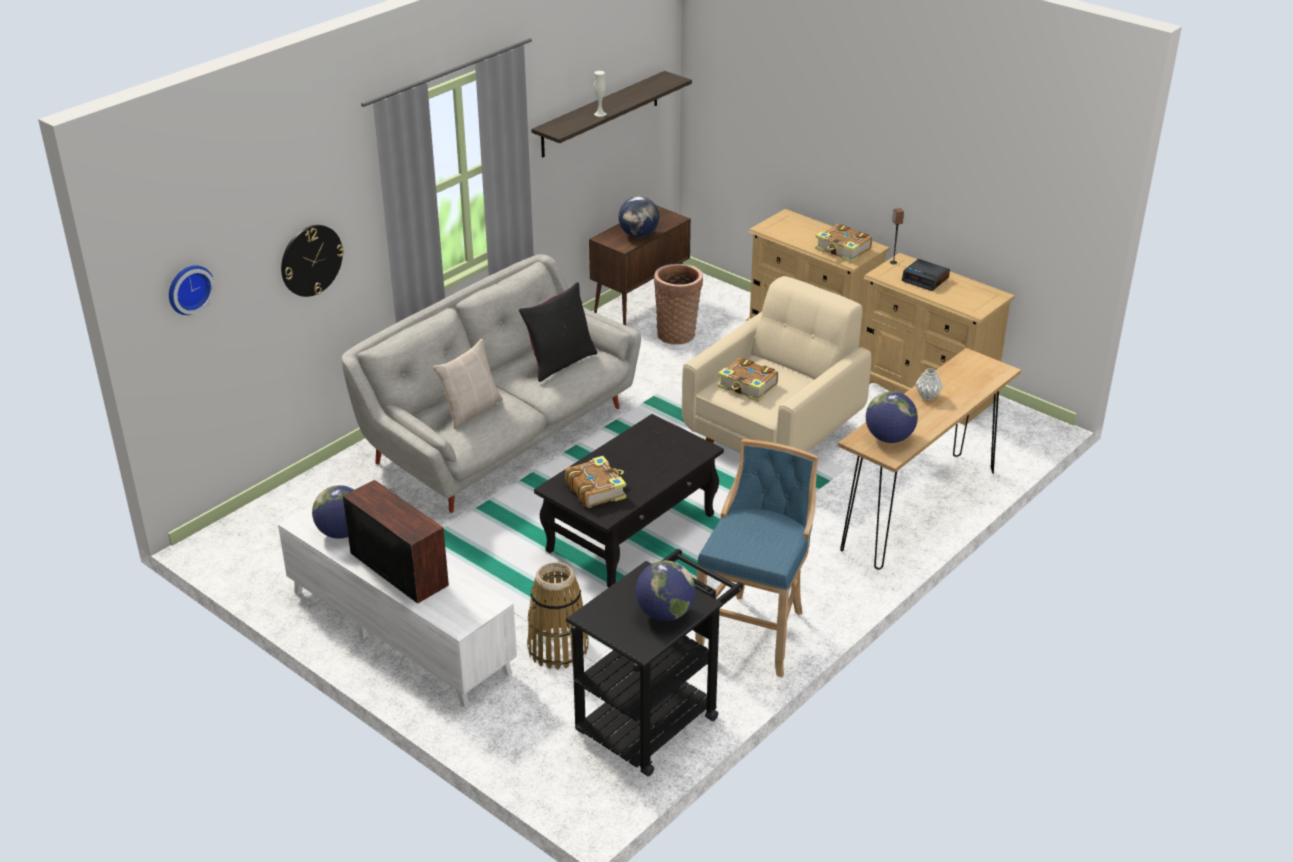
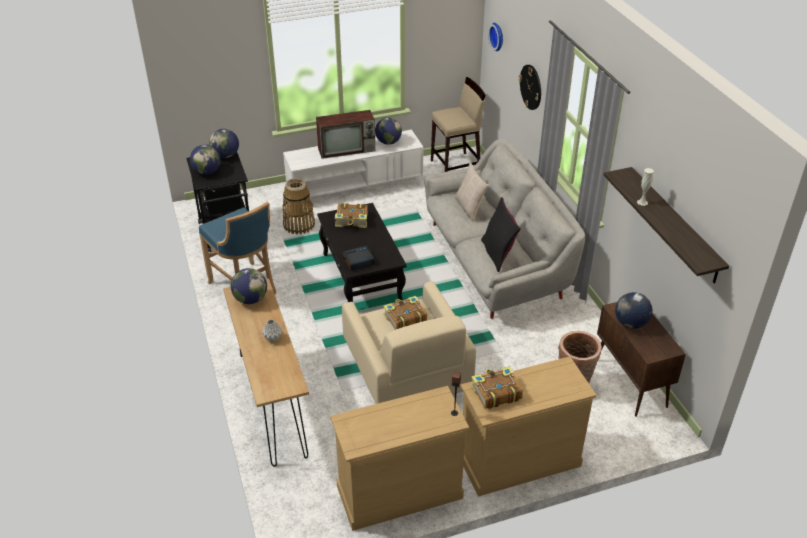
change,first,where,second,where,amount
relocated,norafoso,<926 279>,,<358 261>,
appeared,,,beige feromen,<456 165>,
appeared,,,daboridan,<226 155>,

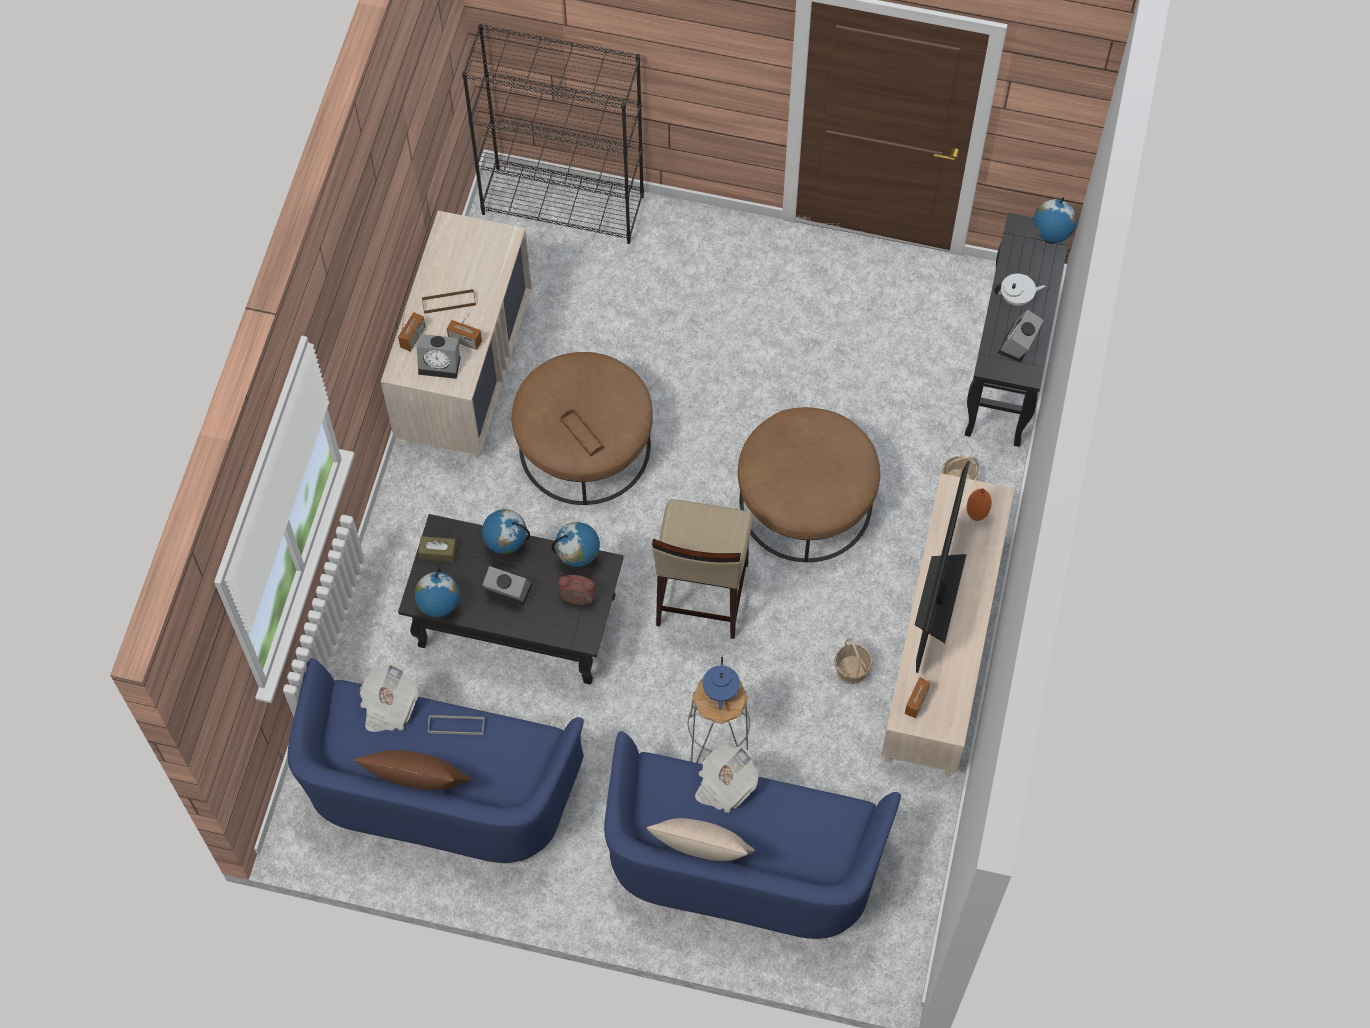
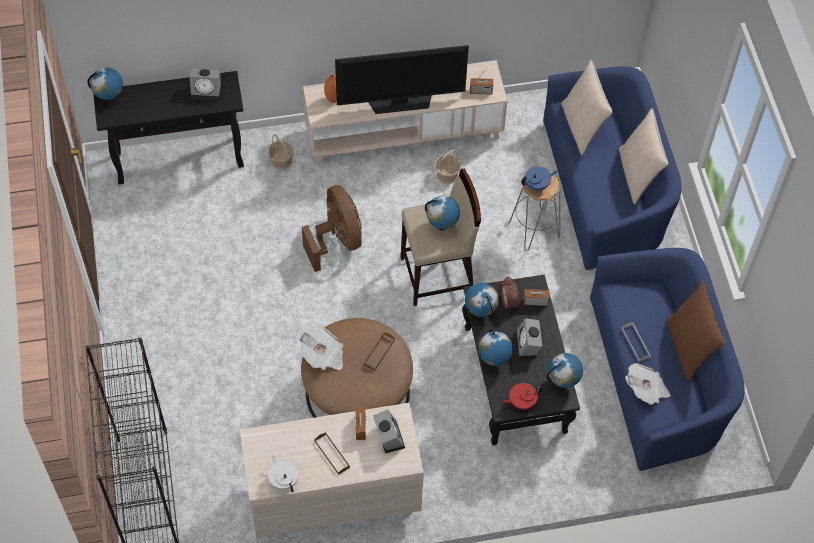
change,first,where,second,where,amount
relocated,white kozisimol,<1016 298>,,<284 480>,
relocated,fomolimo,<413 337>,,<535 302>,
exchanged,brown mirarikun,<806 502>,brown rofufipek,<337 240>,
exchanged,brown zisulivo,<438 552>,red kozisimol,<521 402>,
relocated,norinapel,<724 784>,,<323 355>,
appeared,,,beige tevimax,<582 127>,
appeared,,,daboridan,<442 226>,

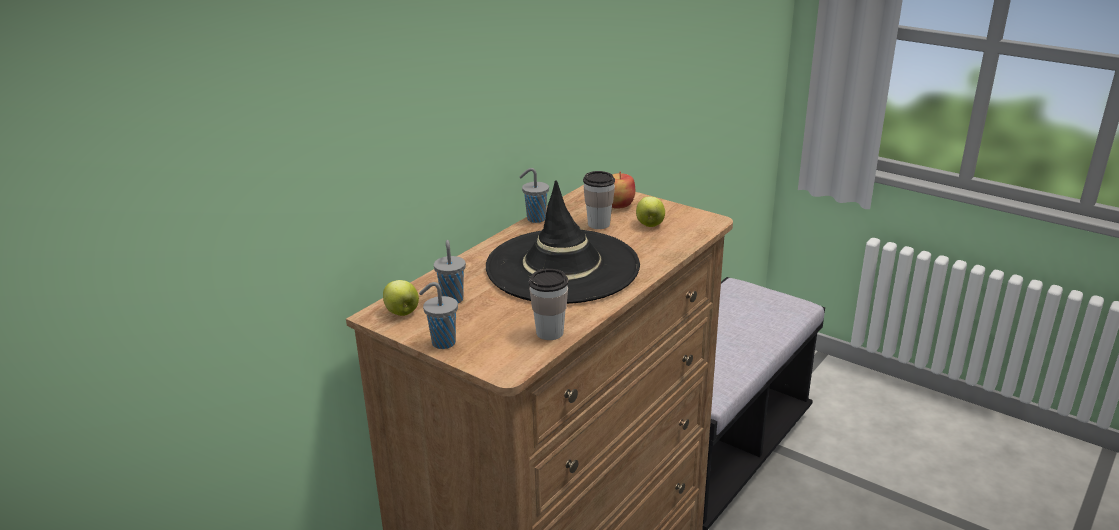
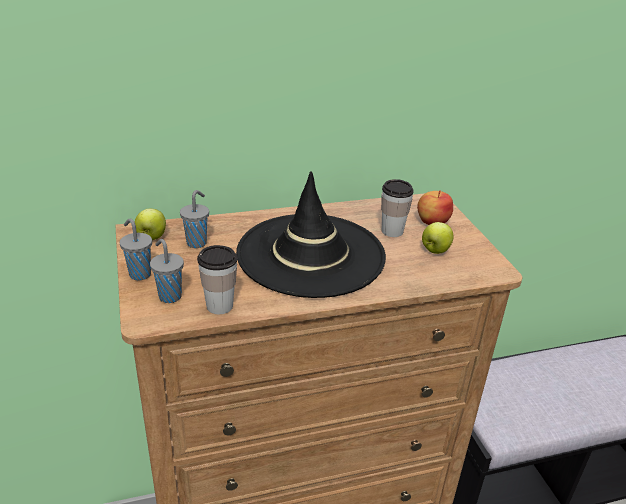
change,first,where,second,where,amount
relocated,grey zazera,<535 219>,,<169 296>,

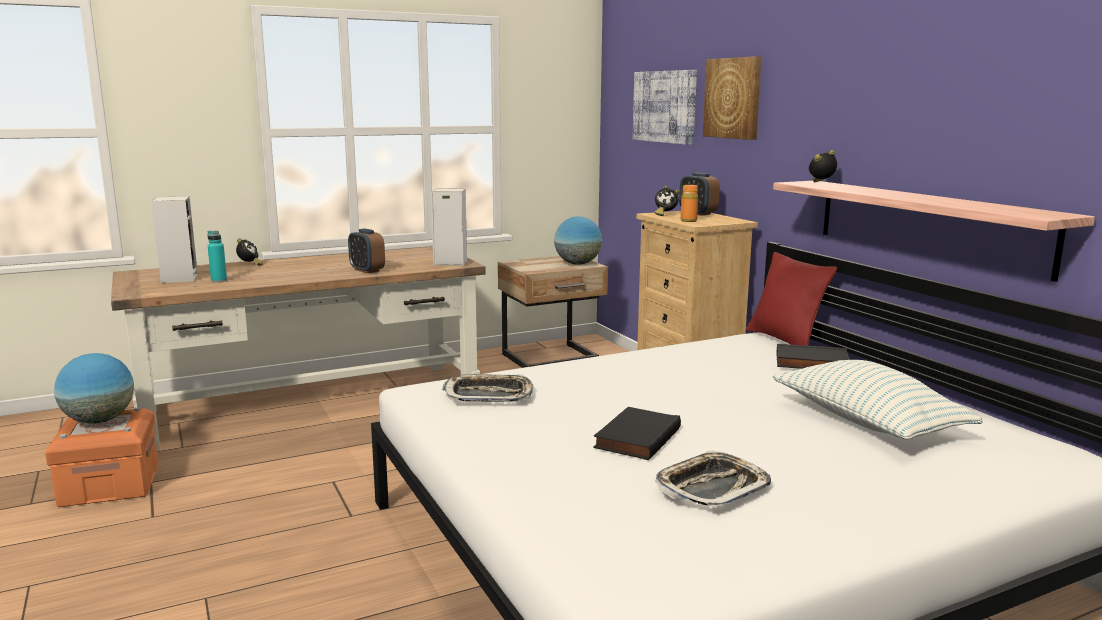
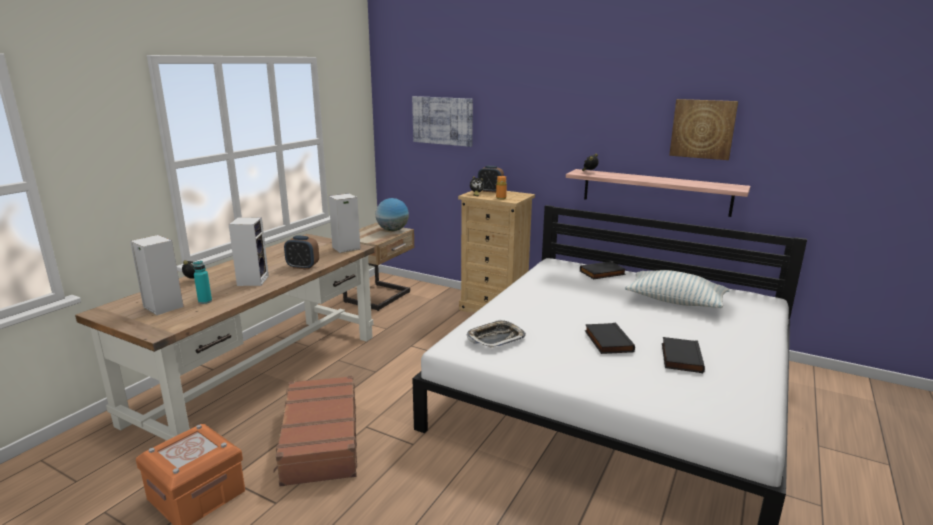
change,first,where,second,where,amount
relocated,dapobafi,<733 98>,,<702 129>,
missing,red tevimax,<784 340>,,,
missing,daboridan,<99 421>,,,
exchanged,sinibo,<712 487>,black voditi,<680 357>,
appeared,,,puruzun,<252 280>,
appeared,,,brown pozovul,<320 440>,

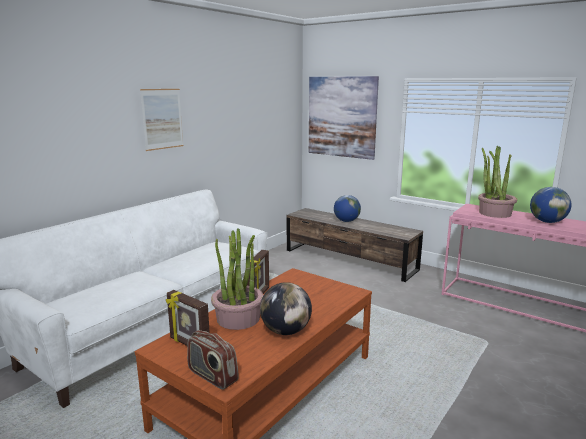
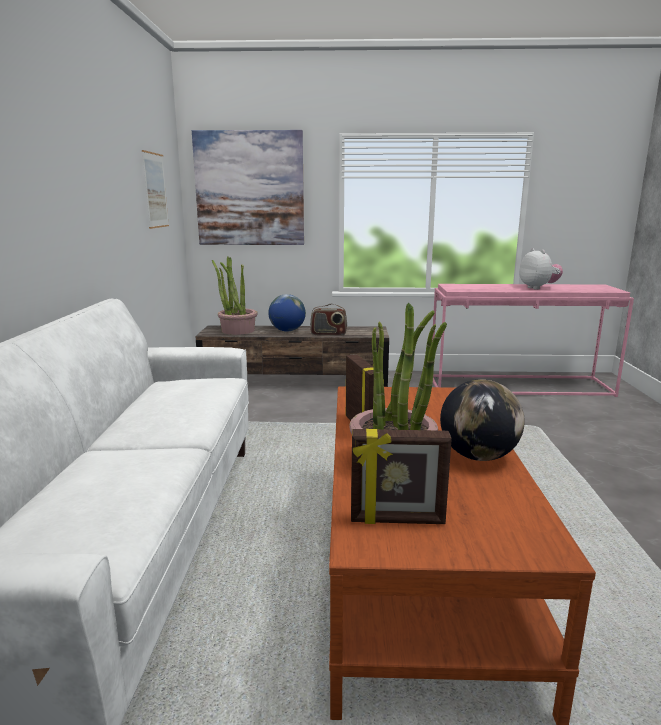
change,first,where,second,where,amount
relocated,dapobafi,<162 119>,,<155 190>,
relocated,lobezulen,<494 213>,,<237 330>,
exchanged,daboridan,<547 222>,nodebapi,<538 288>,
relocated,fomolimo,<212 376>,,<328 334>,

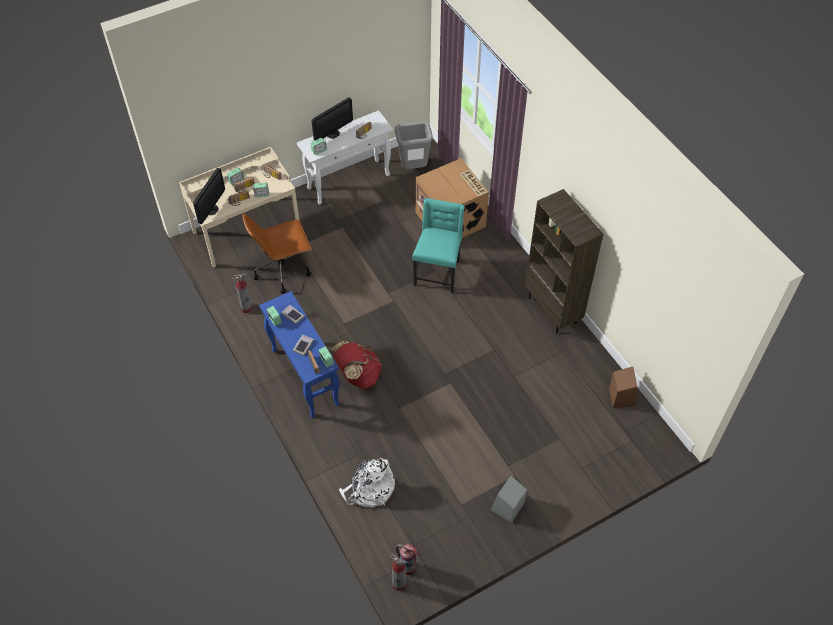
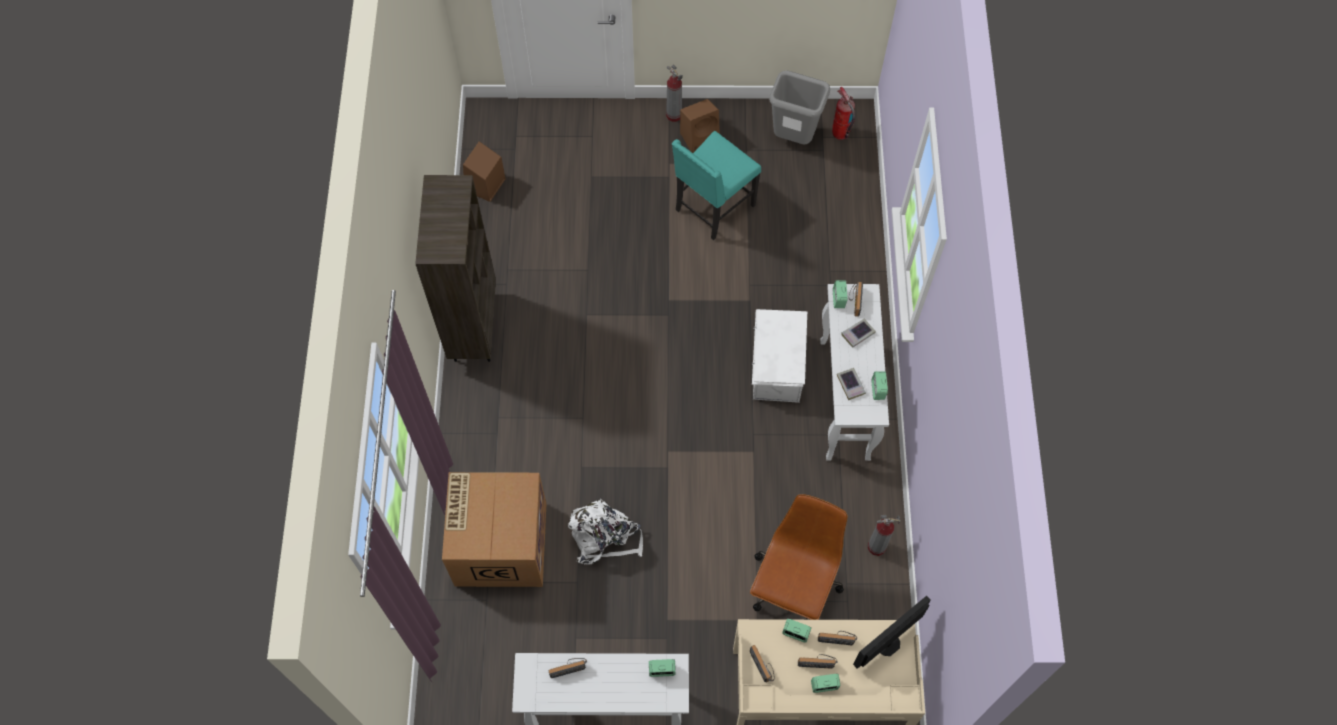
change,first,where,second,where,amount
missing,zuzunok,<333 134>,,,
relocated,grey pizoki,<413 168>,,<794 139>,
relocated,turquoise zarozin,<438 273>,,<713 208>,
spun,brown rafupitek,<283 269>,,<794 587>,75 degrees counterclockwise
colour,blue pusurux,<304 376>,white pusurux,<845 400>,
exchanged,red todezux,<358 375>,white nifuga,<776 367>,
relocated,white todezux,<369 489>,,<604 536>,
colour,grey puruzun,<507 507>,brown puruzun,<700 137>,
relocated,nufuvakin,<399 584>,,<674 115>,

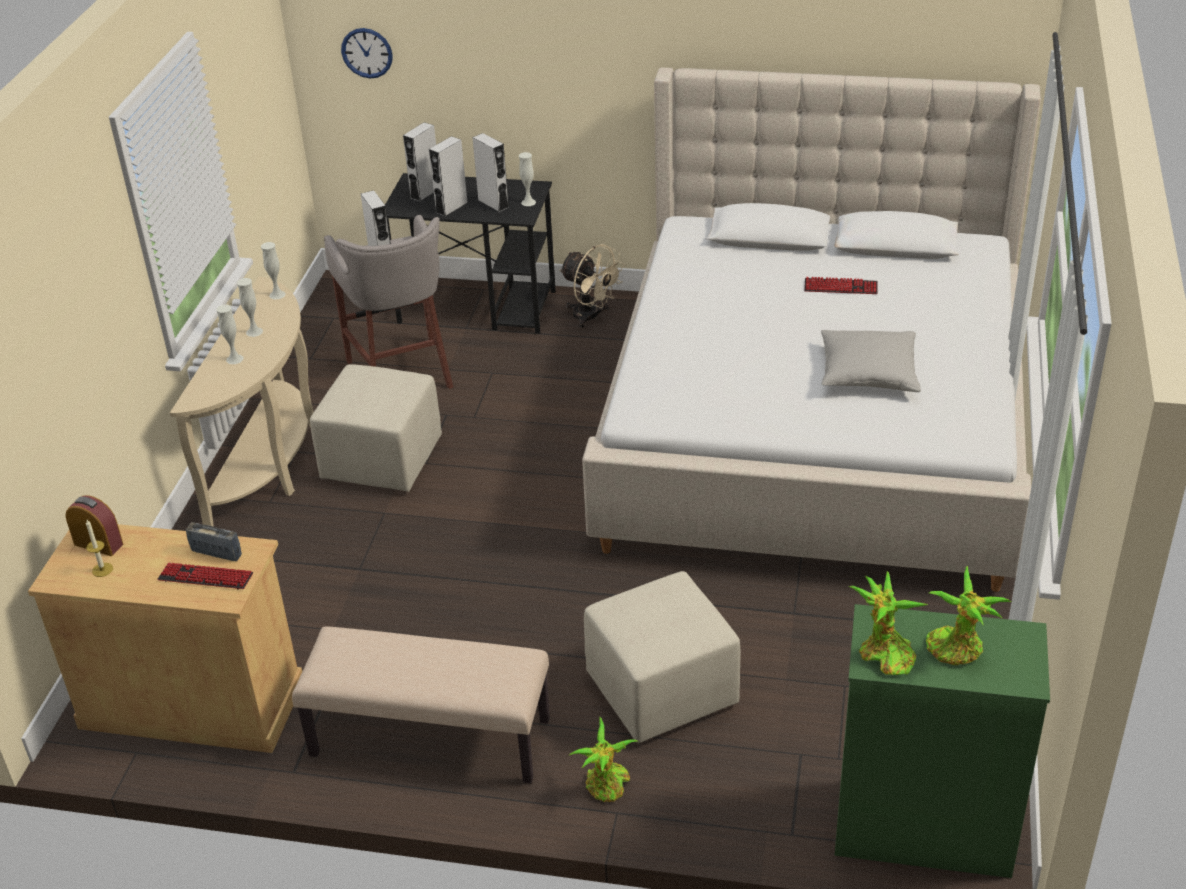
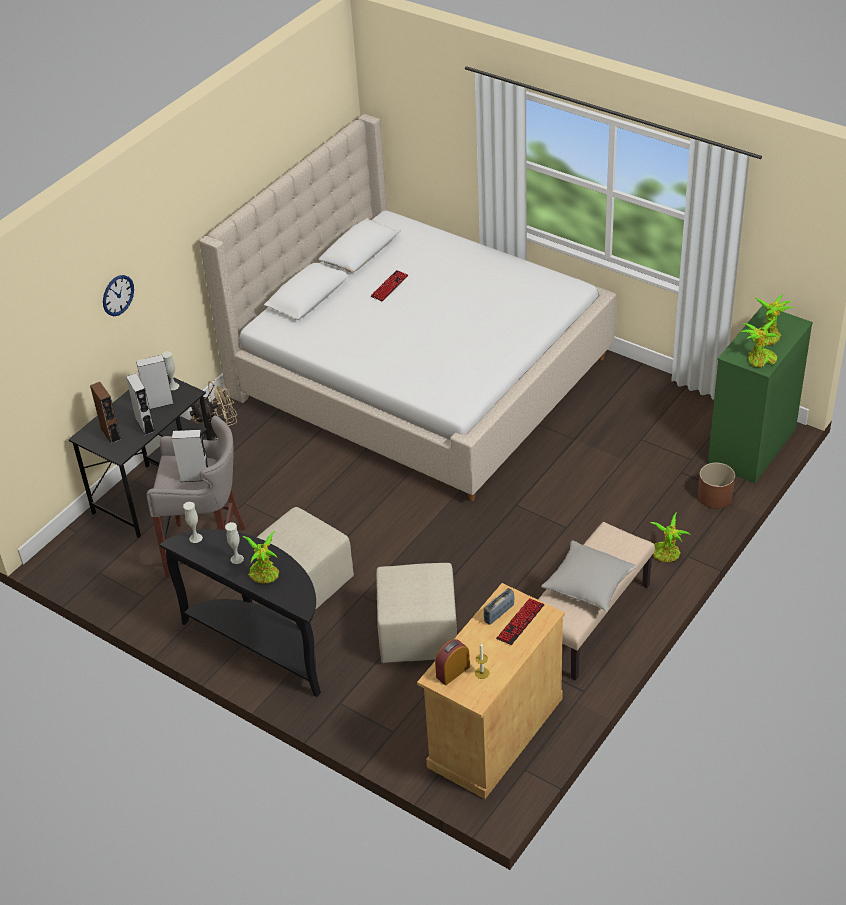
change,first,where,second,where,amount
relocated,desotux,<367 53>,,<118 295>,
colour,grey puruzun,<425 192>,brown puruzun,<110 433>,
colour,beige pusurux,<273 463>,black pusurux,<263 644>,
exchanged,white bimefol,<234 359>,lobezulen,<265 575>,
relocated,grey tevimax,<868 373>,,<588 584>,
relocated,beige mirarikun,<660 692>,,<419 635>,
appeared,,,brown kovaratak,<715 497>,

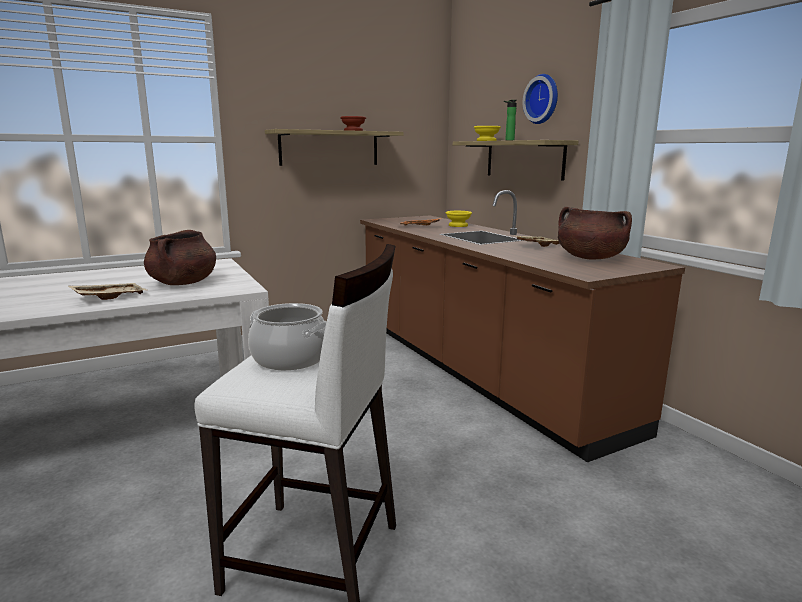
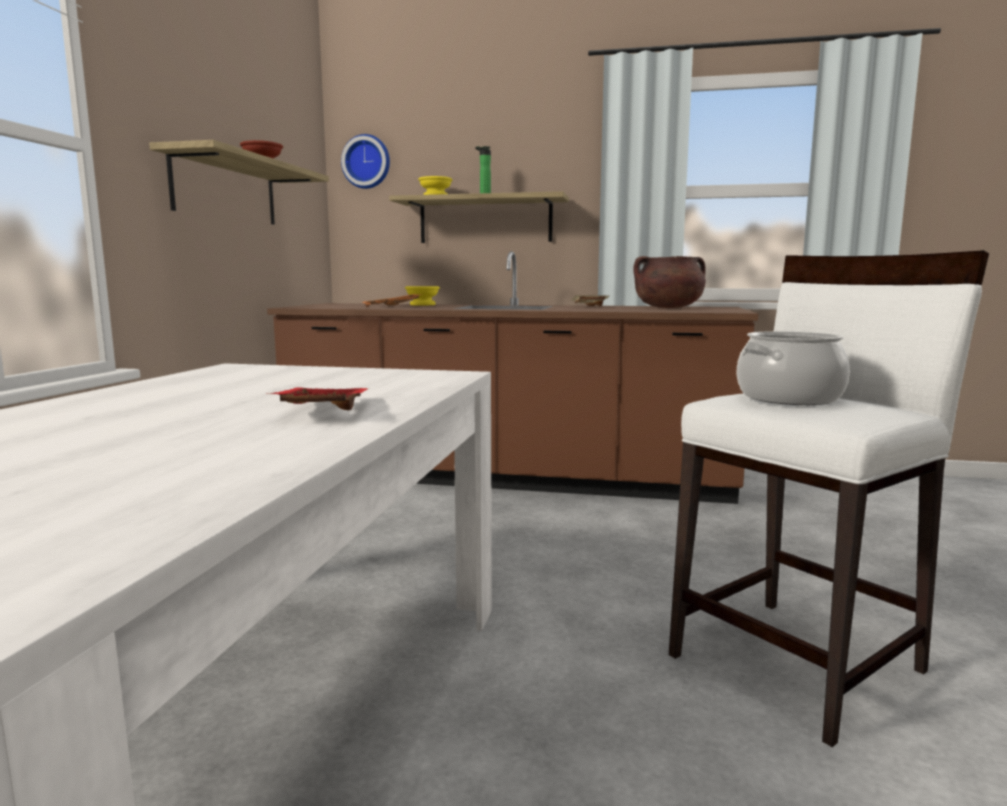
change,first,where,second,where,amount
relocated,desotux,<543 99>,,<367 162>,
missing,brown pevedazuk,<183 283>,,,
colour,beige sinibo,<109 297>,red sinibo,<321 411>,

